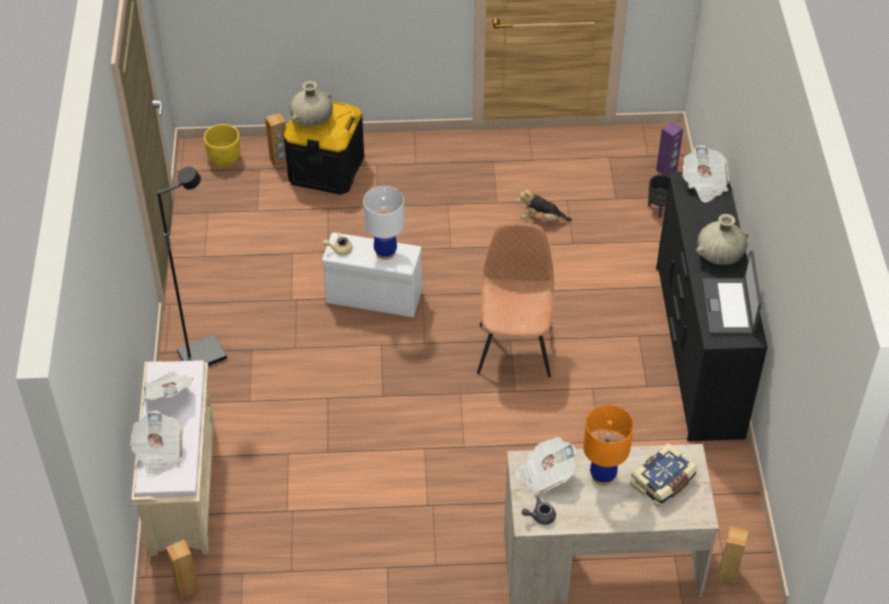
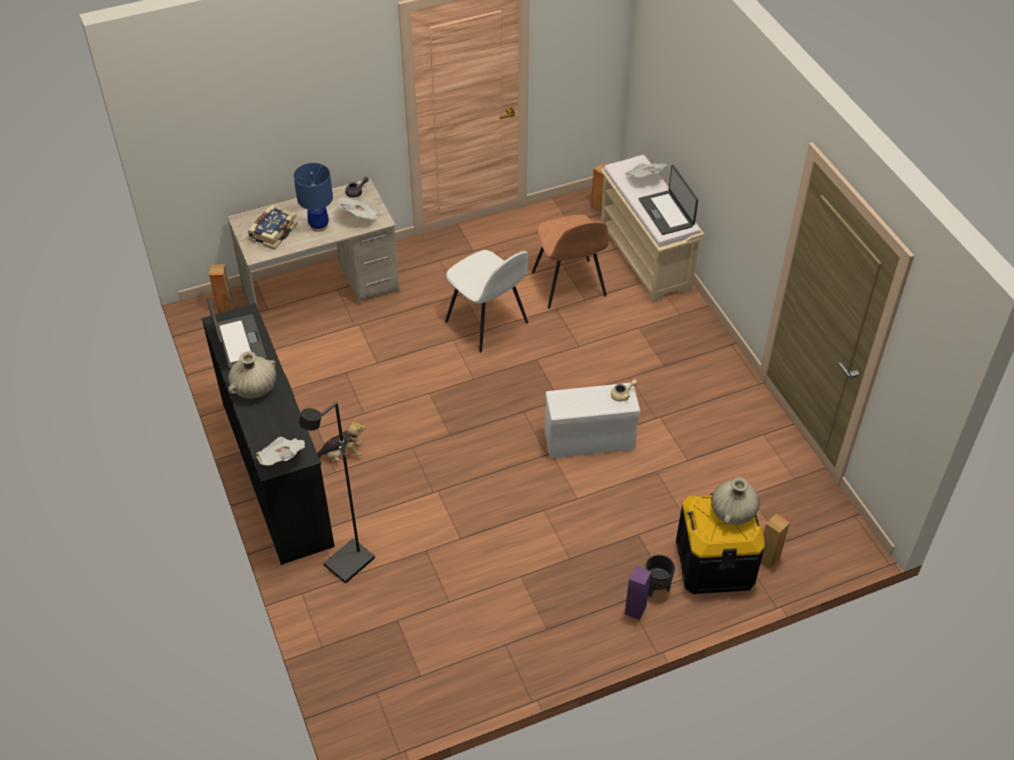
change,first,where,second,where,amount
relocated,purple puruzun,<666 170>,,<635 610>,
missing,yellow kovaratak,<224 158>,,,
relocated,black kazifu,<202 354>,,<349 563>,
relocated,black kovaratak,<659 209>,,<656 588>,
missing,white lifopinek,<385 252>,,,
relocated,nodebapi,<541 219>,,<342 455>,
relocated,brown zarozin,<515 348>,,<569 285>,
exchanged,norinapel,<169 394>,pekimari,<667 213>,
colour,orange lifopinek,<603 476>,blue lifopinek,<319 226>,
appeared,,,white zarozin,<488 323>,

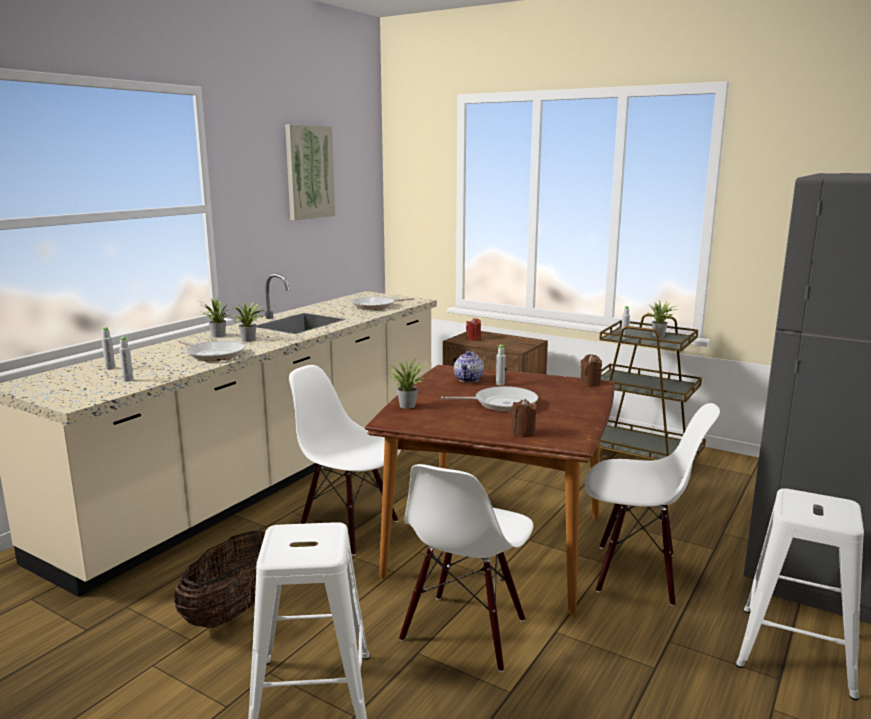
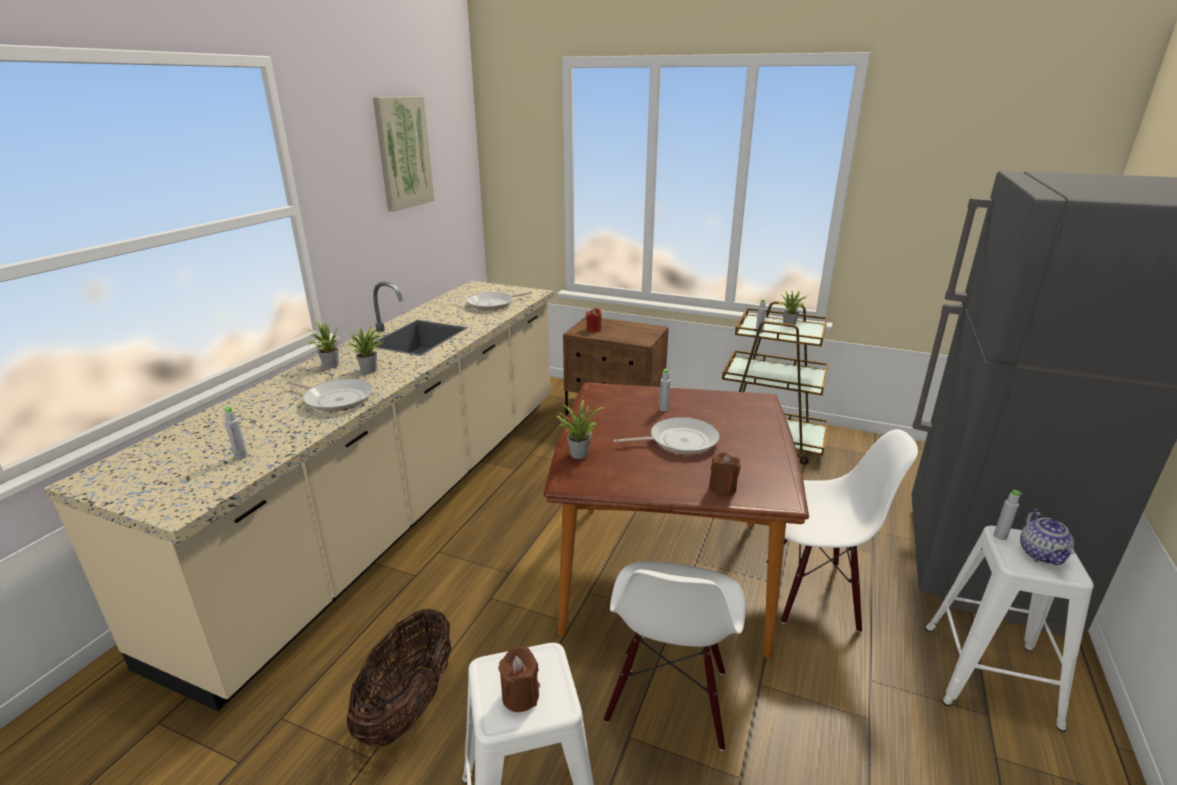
change,first,where,second,where,amount
relocated,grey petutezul,<110 368>,,<1000 536>,
relocated,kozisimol,<469 379>,,<1042 554>,
relocated,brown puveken,<590 383>,,<520 696>,
missing,white zarozin,<349 528>,,,

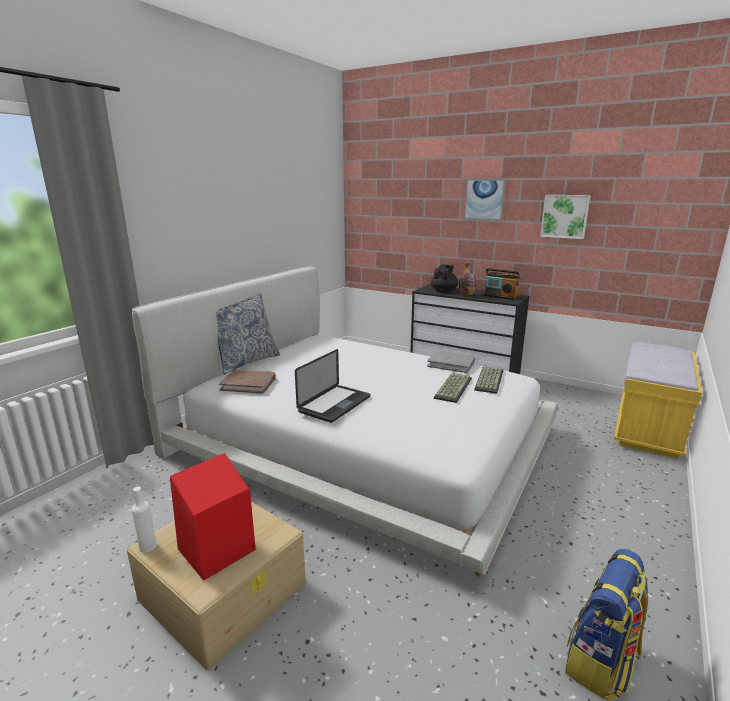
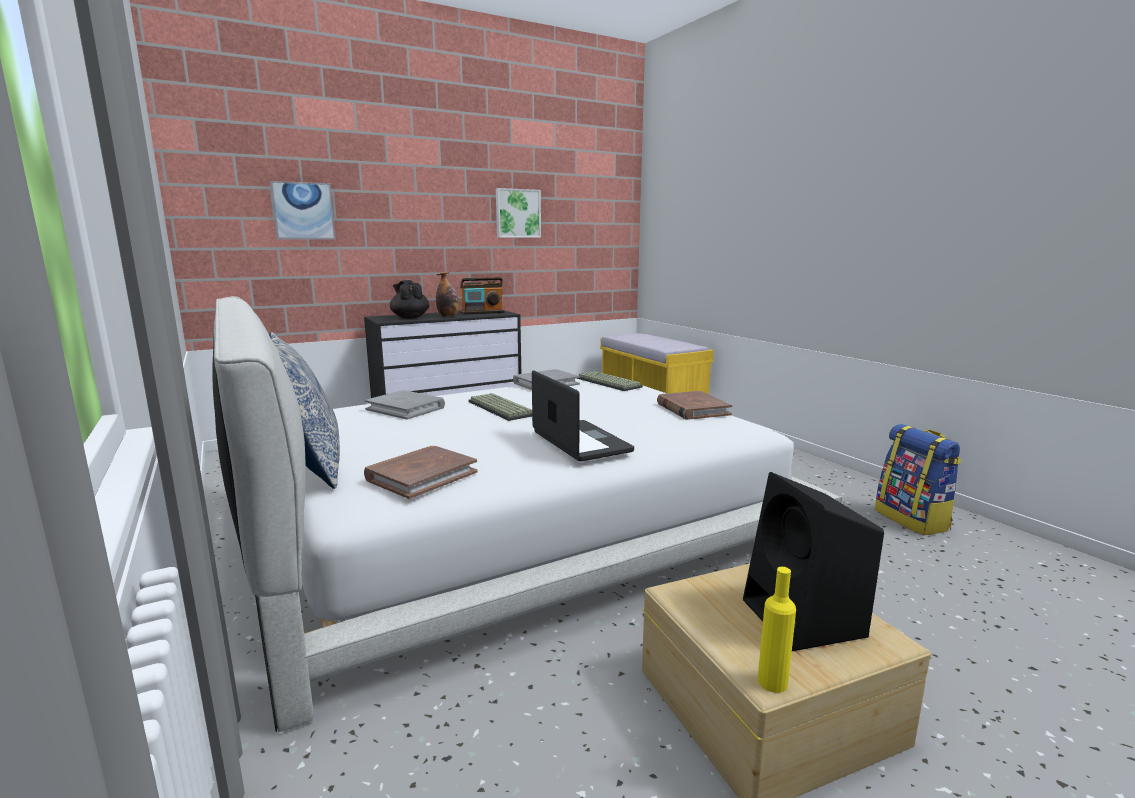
change,first,where,second,where,amount
relocated,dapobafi,<484 199>,,<303 211>,
relocated,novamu,<452 387>,,<498 408>,
colour,red puruzun,<215 551>,black puruzun,<805 619>,
colour,white petutezul,<148 546>,yellow petutezul,<772 682>,
appeared,,,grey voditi,<406 408>,
appeared,,,brown voditi,<692 409>,

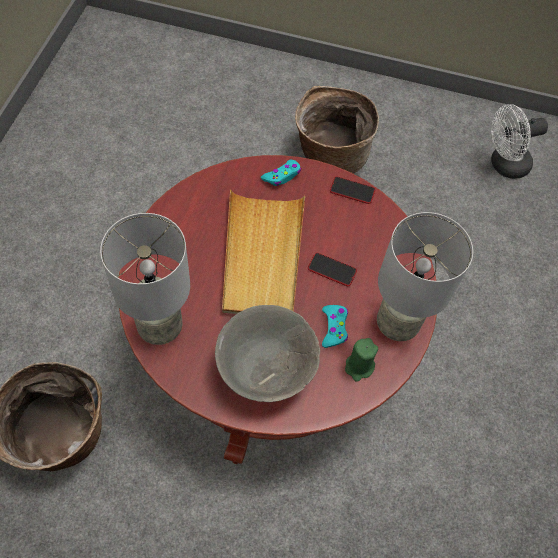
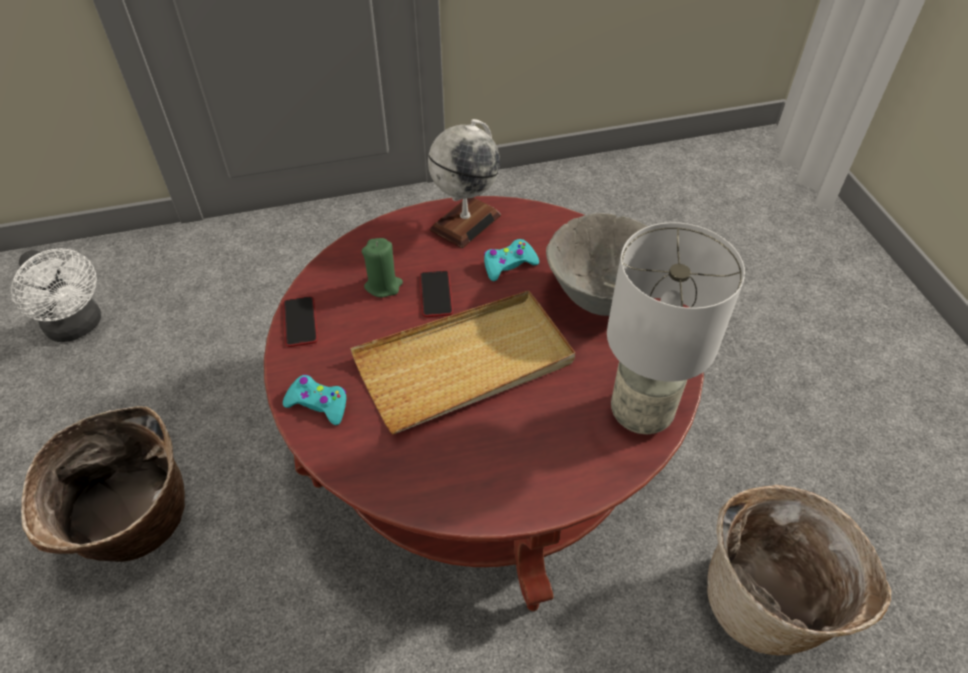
change,first,where,second,where,amount
exchanged,grey lifopinek,<396 325>,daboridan,<465 222>,
relocated,green puveken,<359 367>,,<383 285>,

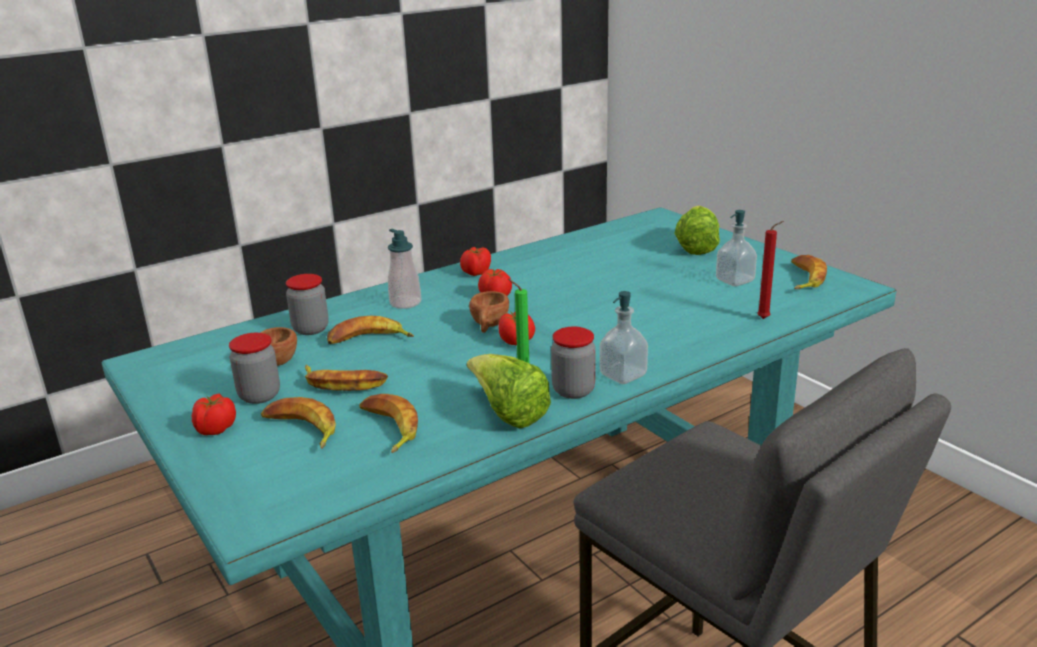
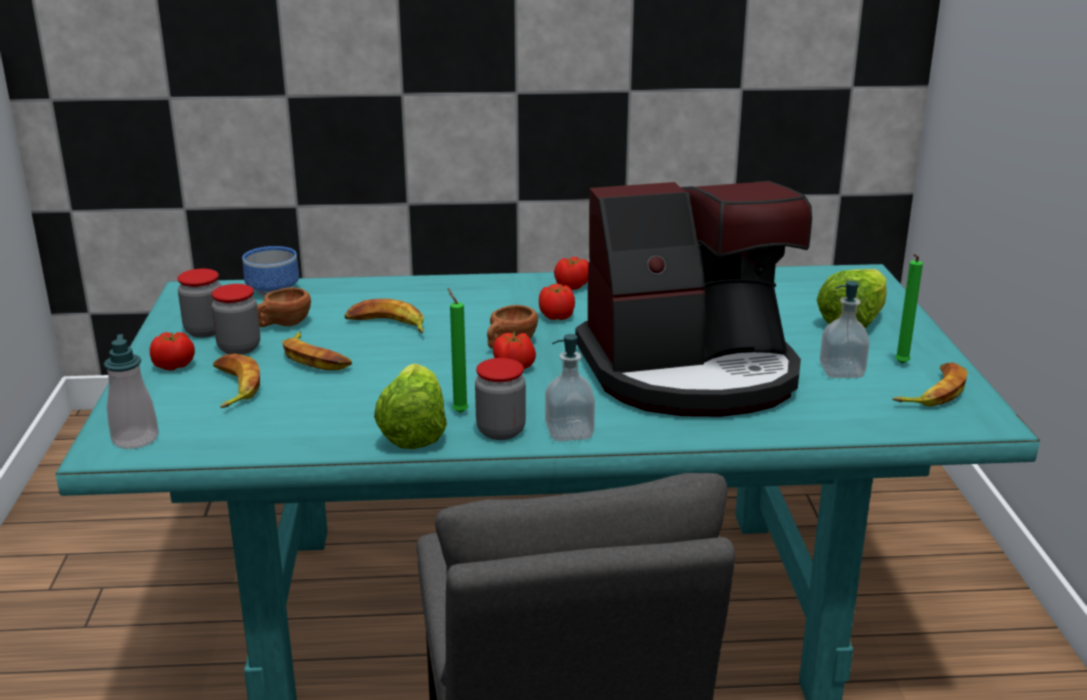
change,first,where,second,where,amount
missing,red puveken,<765 319>,,,
relocated,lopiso,<405 303>,,<135 439>,
relocated,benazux,<311 329>,,<205 331>,
missing,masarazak,<388 428>,,,
appeared,,,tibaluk,<691 372>,
appeared,,,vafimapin,<271 289>,
appeared,,,green puveken,<900 364>,

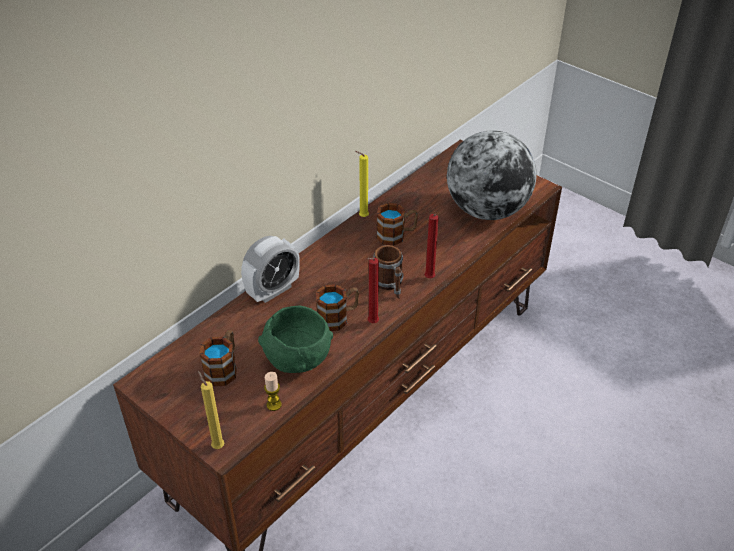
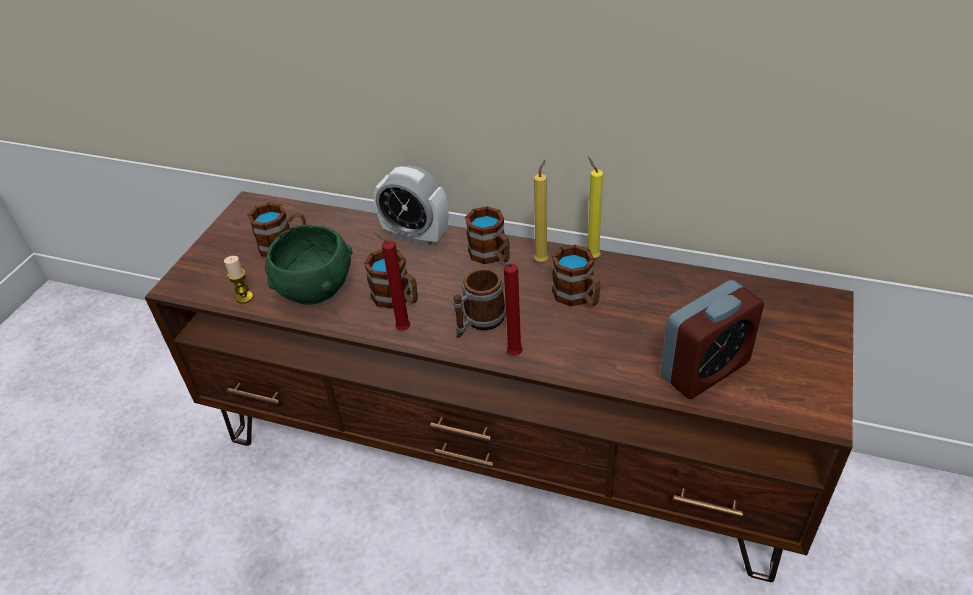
change,first,where,second,where,amount
exchanged,daboridan,<486 210>,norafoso,<705 369>,
relocated,yellow puveken,<217 445>,,<542 260>,
appeared,,,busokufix,<492 256>,

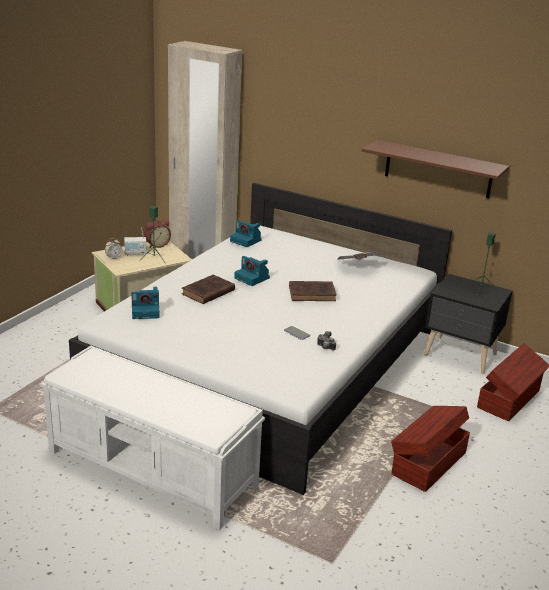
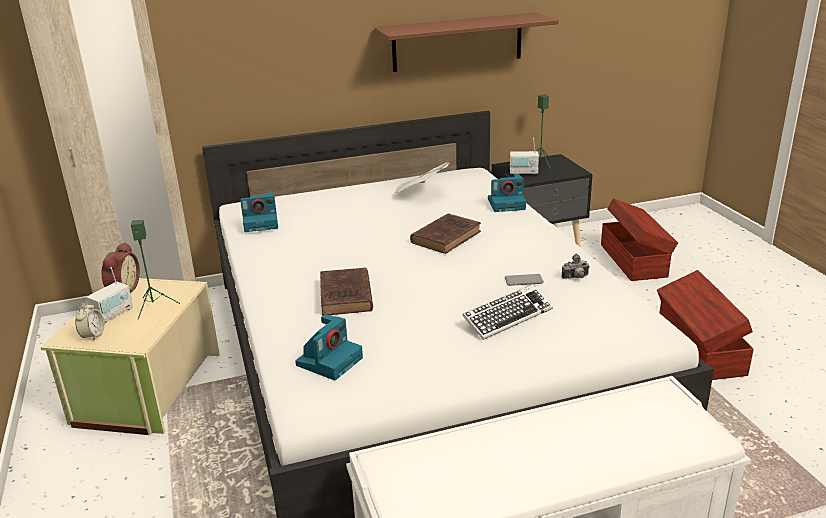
change,first,where,second,where,amount
relocated,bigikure,<252 278>,,<507 204>,
appeared,,,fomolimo,<523 172>,
appeared,,,novamu,<507 317>,

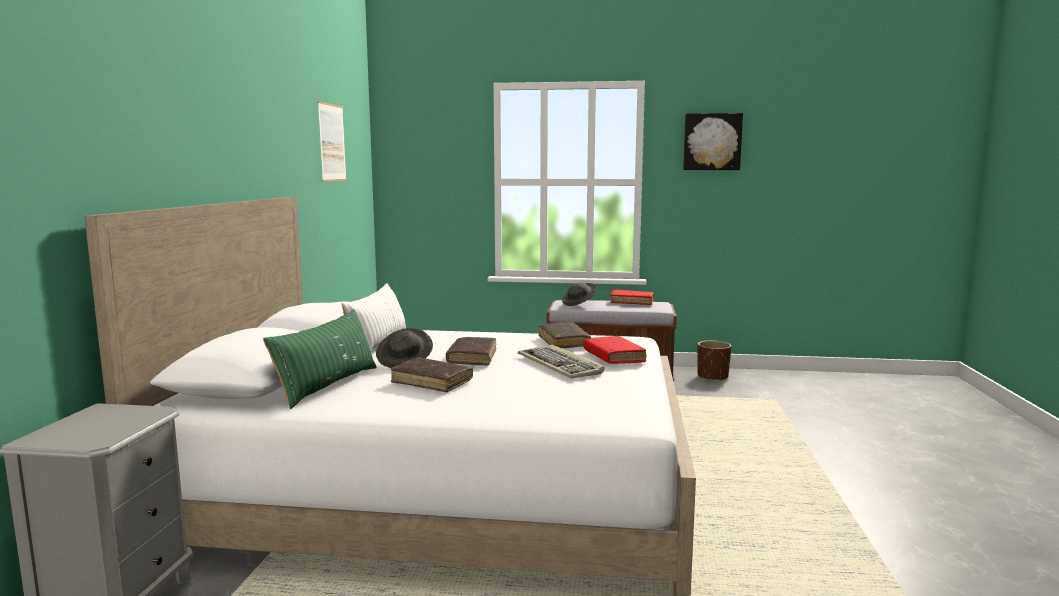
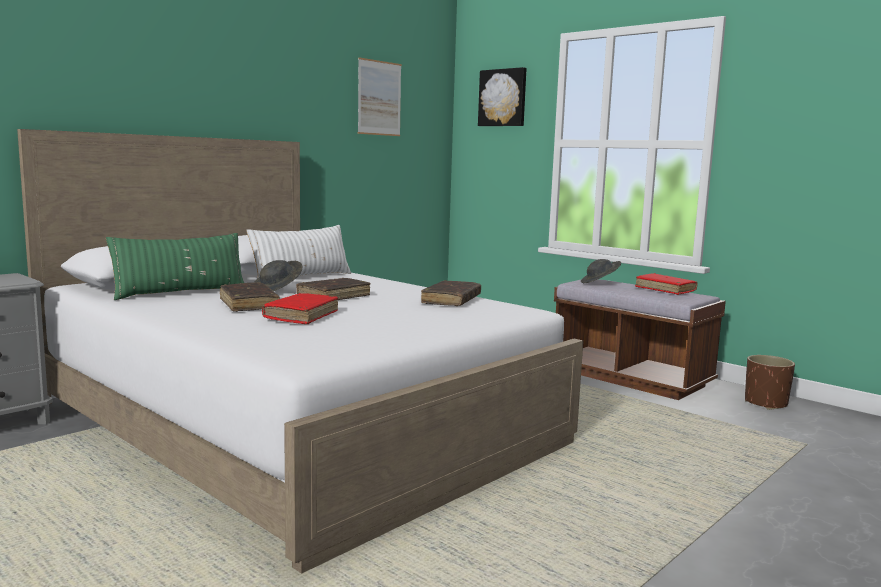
change,first,where,second,where,amount
relocated,dapobafi,<712 142>,,<503 98>,
relocated,red voditi,<613 357>,,<301 316>,
missing,novamu,<560 365>,,,

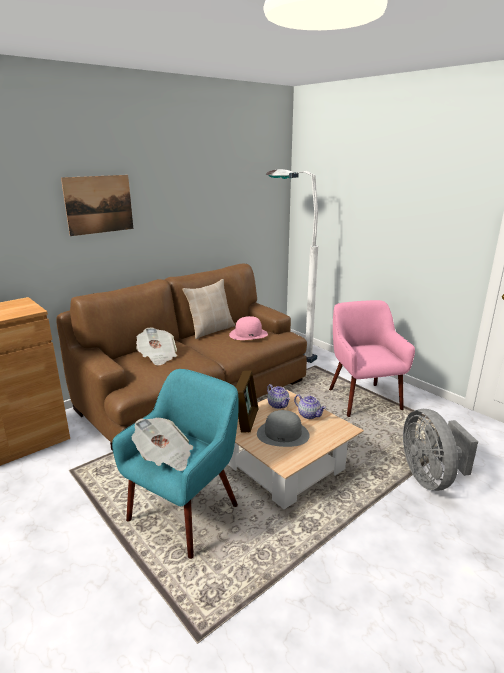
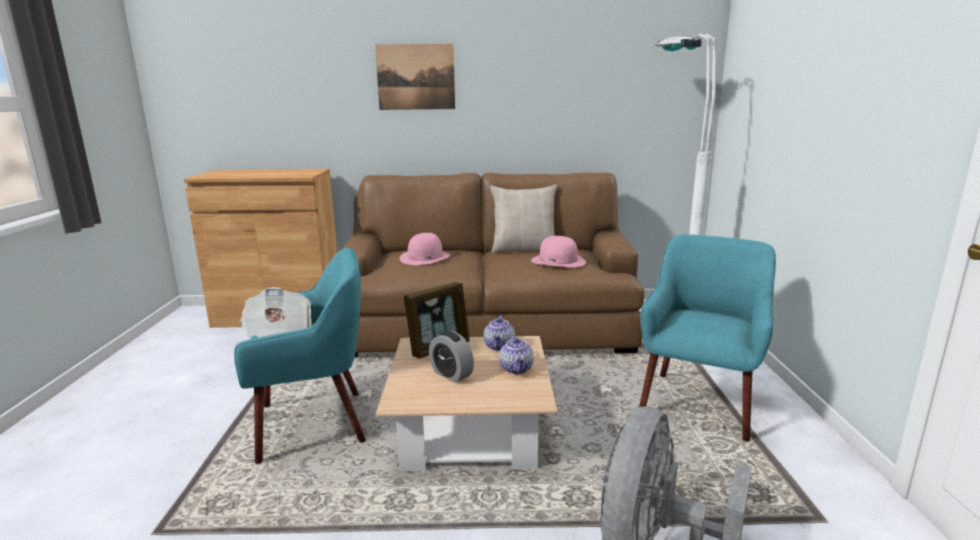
change,first,where,second,where,amount
colour,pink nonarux,<363 399>,turquoise nonarux,<698 404>,
exchanged,norinapel,<157 356>,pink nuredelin,<425 257>,
exchanged,grey nuredelin,<283 434>,norafoso,<451 374>,

